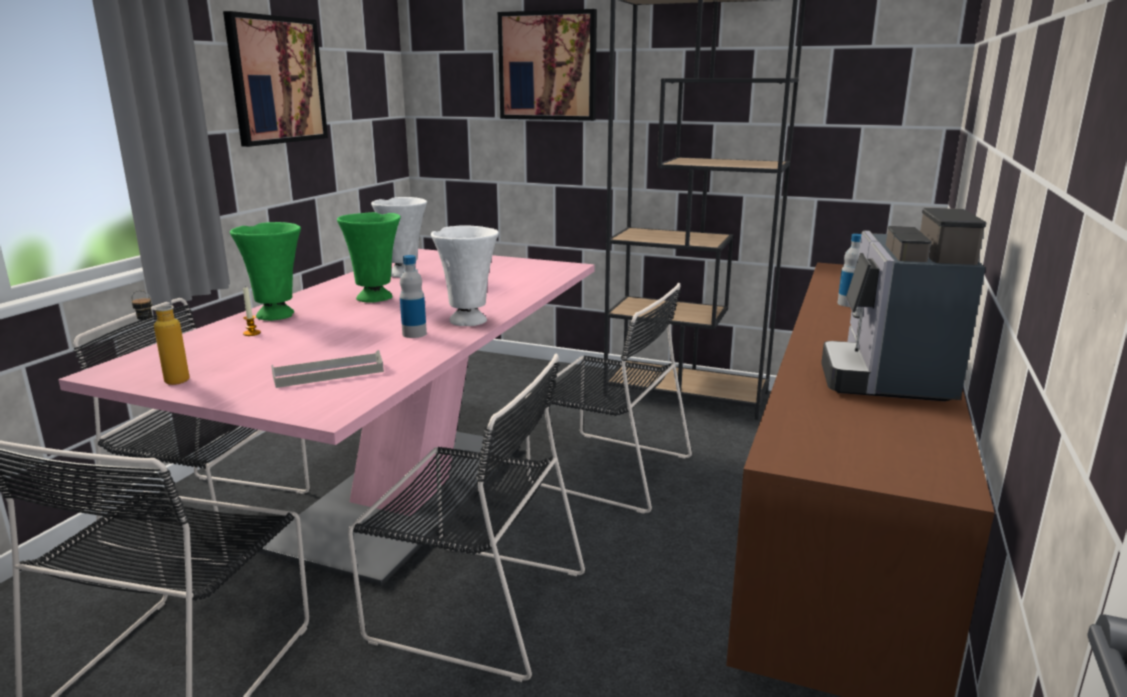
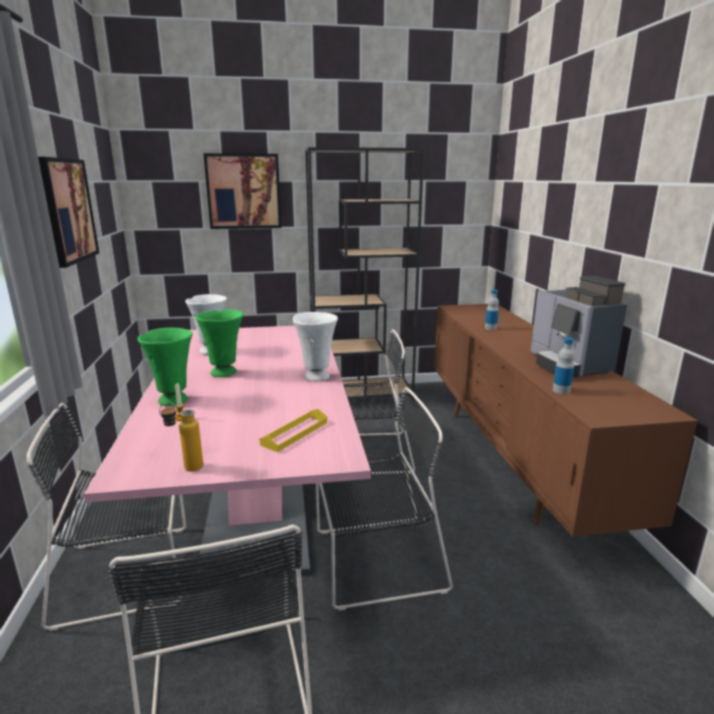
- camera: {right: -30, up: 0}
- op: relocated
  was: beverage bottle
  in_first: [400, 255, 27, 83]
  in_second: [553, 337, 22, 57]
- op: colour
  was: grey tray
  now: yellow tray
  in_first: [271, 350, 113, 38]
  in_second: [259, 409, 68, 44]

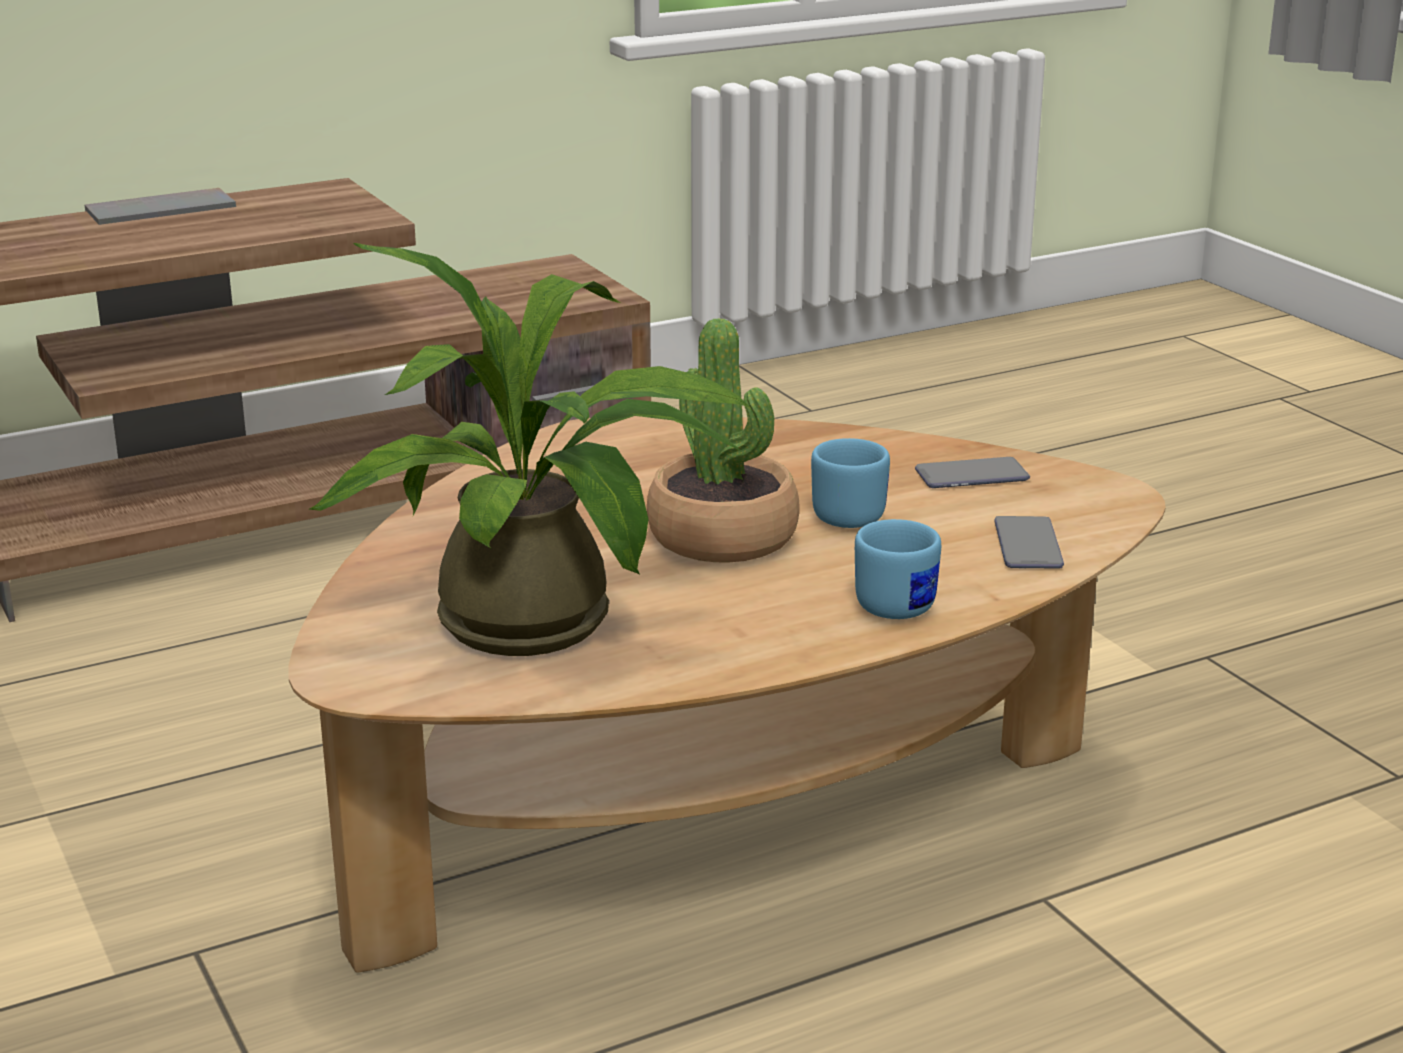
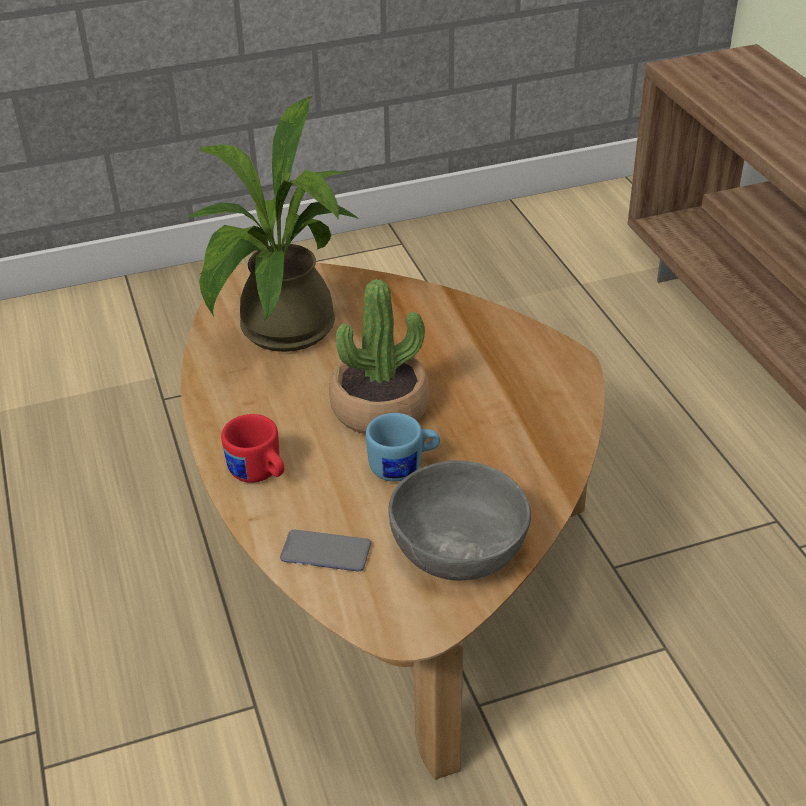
- camera: {right: 100, up: 15}
- op: exchanged
  was: telephone
  now: grey bowl
  in_first: [915, 457, 115, 31]
  in_second: [389, 460, 142, 121]
- op: colour
  was: blue mug
  now: red-coloured mug
  in_first: [855, 519, 86, 100]
  in_second: [221, 414, 63, 69]

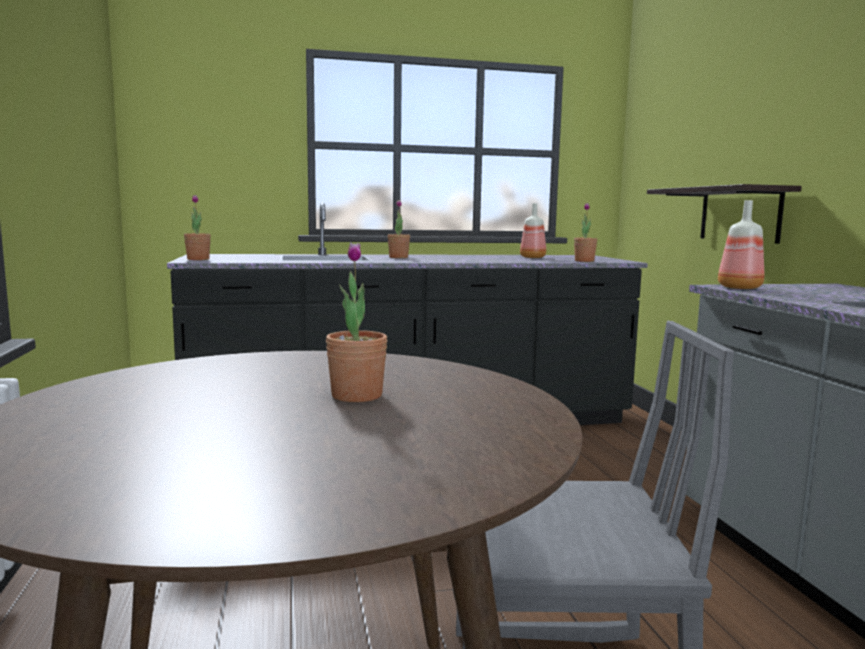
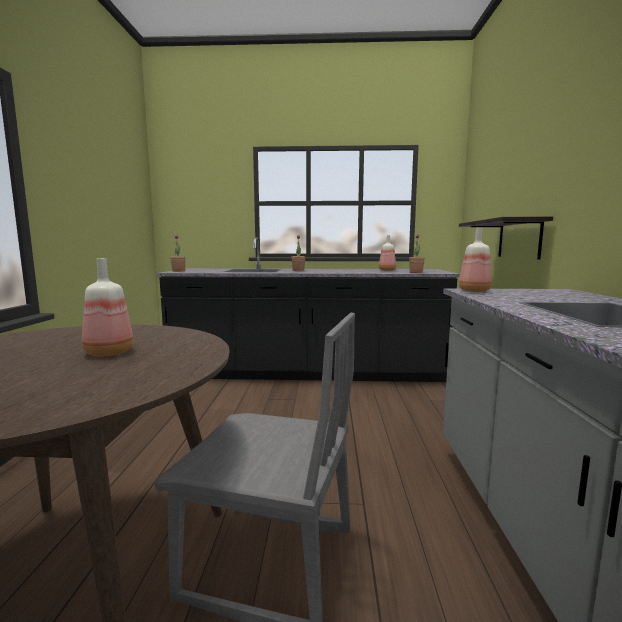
- camera: {right: 15, up: 0}
- op: exchanged
  was: houseplant
  now: beverage bottle
  in_first: [326, 242, 62, 160]
  in_second: [82, 258, 52, 98]

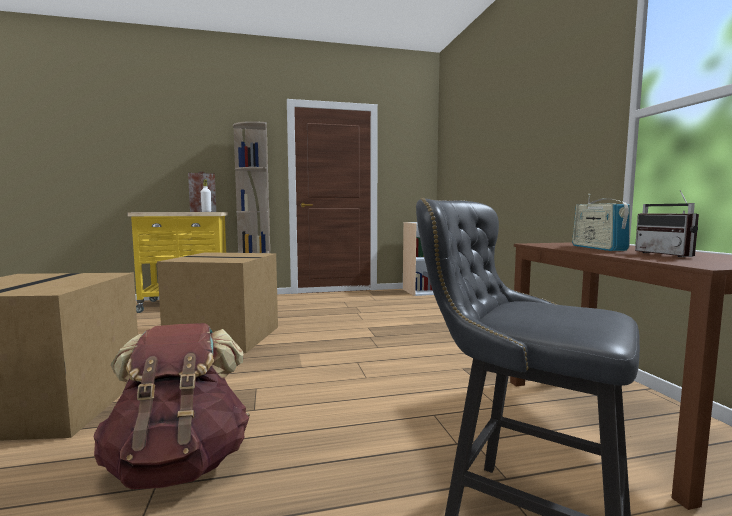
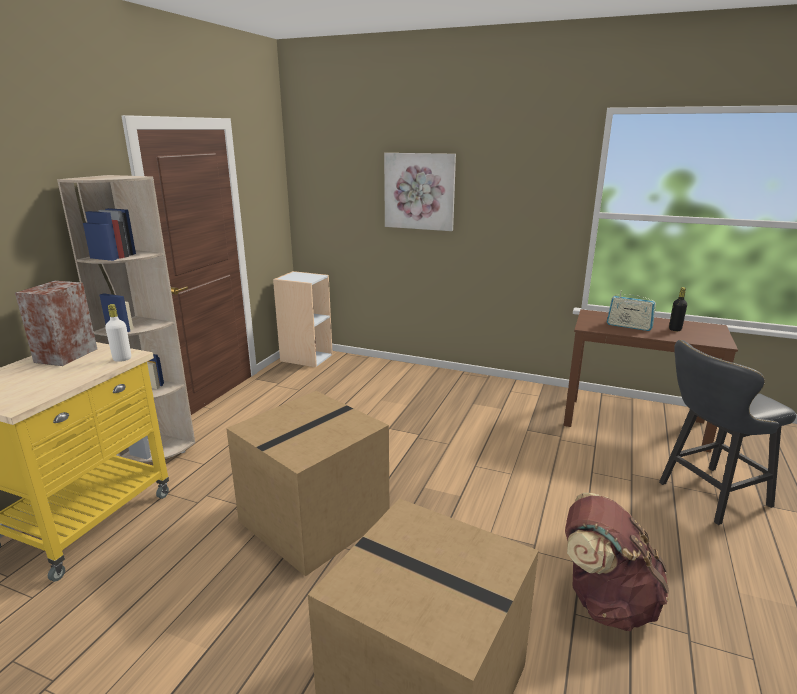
- camera: {right: -55, up: 15}
- op: exchanged
  was: radio set
  now: black beverage bottle
  in_first: [635, 190, 64, 67]
  in_second: [669, 287, 18, 44]
- op: appeared
  now: picture
  in_second: [384, 153, 72, 78]

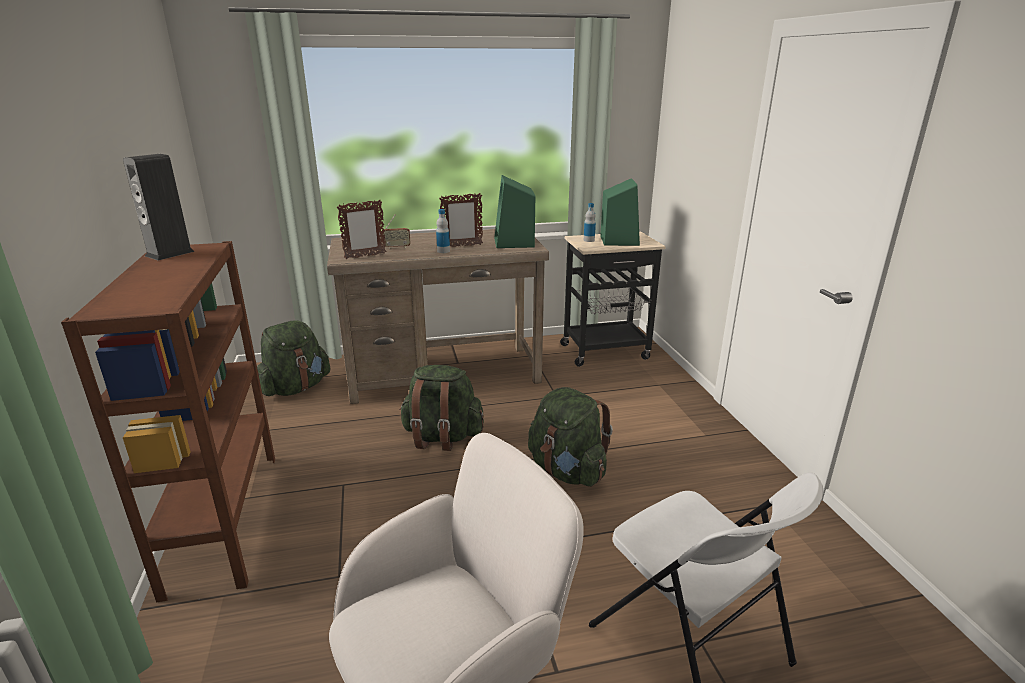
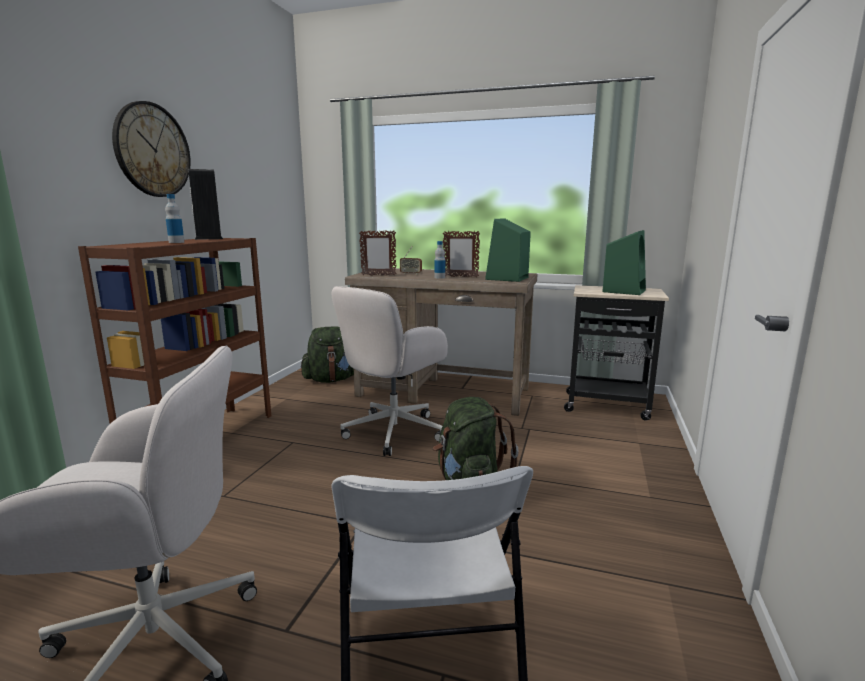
- camera: {right: 30, up: -10}
- op: relocated
  was: beverage bottle
  in_first: [584, 203, 12, 39]
  in_second: [165, 194, 19, 49]
- op: exchanged
  was: green backpack
  now: white computer chair
  in_first: [400, 365, 84, 86]
  in_second: [332, 286, 116, 170]
- op: appeared
  now: clock on the wall
  in_second: [112, 101, 79, 96]

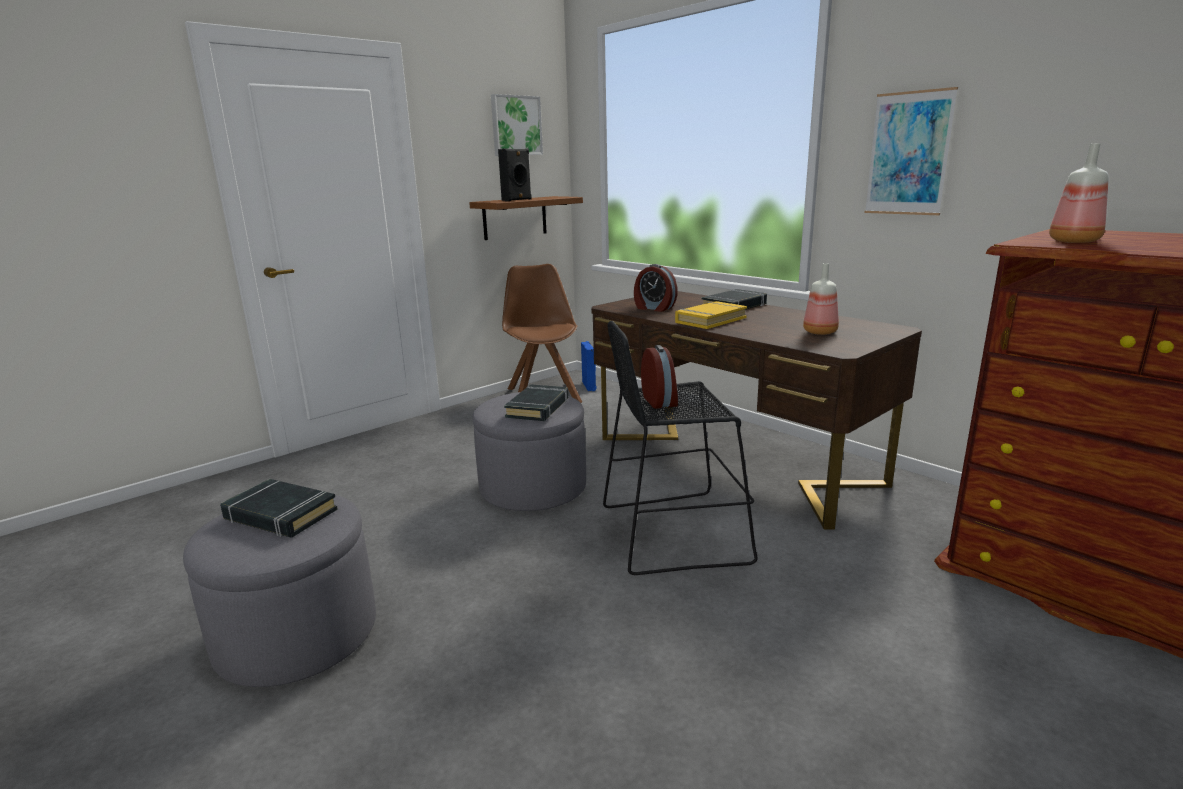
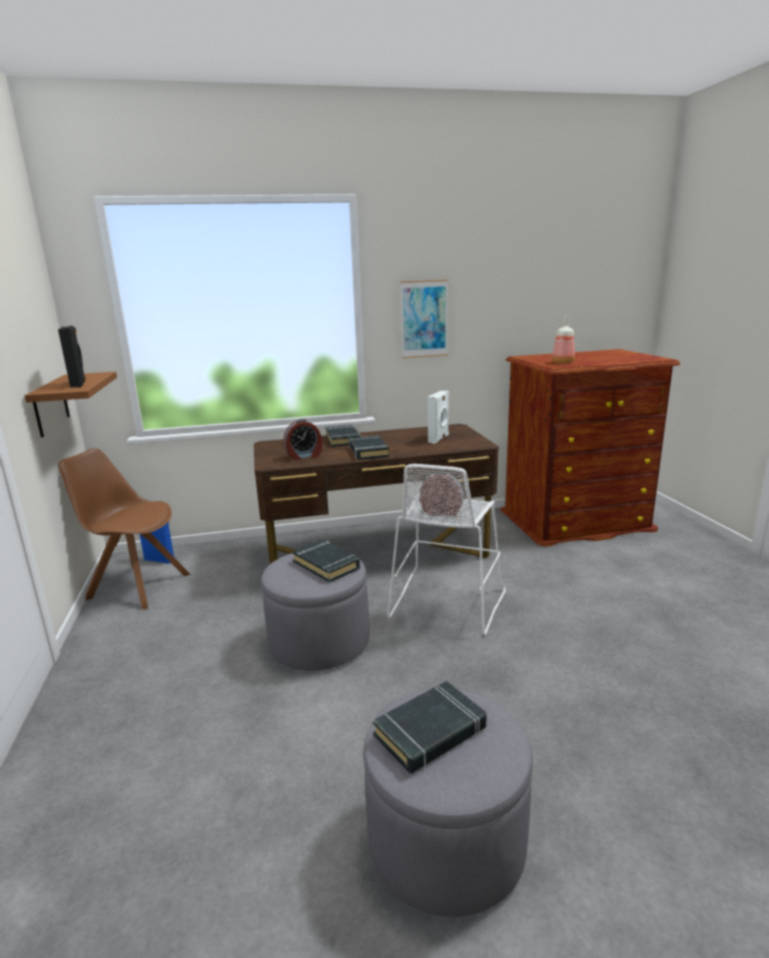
- camera: {right: -60, up: 0}
- op: missing
  was: picture
  in_first: [491, 94, 52, 62]
- op: exchanged
  was: beverage bottle
  now: white audio speaker
  in_first: [803, 263, 36, 72]
  in_second: [428, 390, 21, 54]
- op: colour
  was: yellow book
  now: black book
  in_first: [675, 301, 72, 28]
  in_second: [349, 435, 40, 25]
- op: colour
  was: black sitting stool
  now: white sitting stool
  in_first: [603, 321, 154, 254]
  in_second: [387, 464, 119, 171]

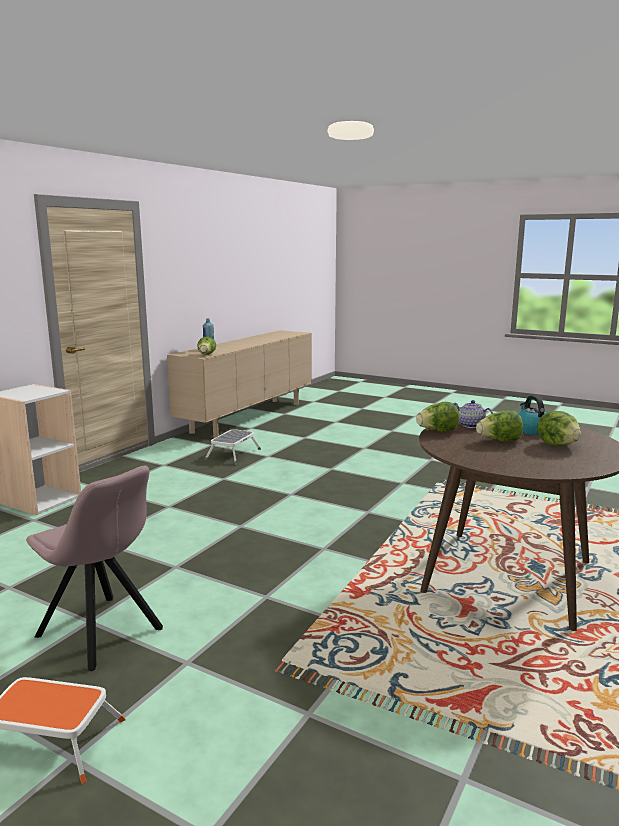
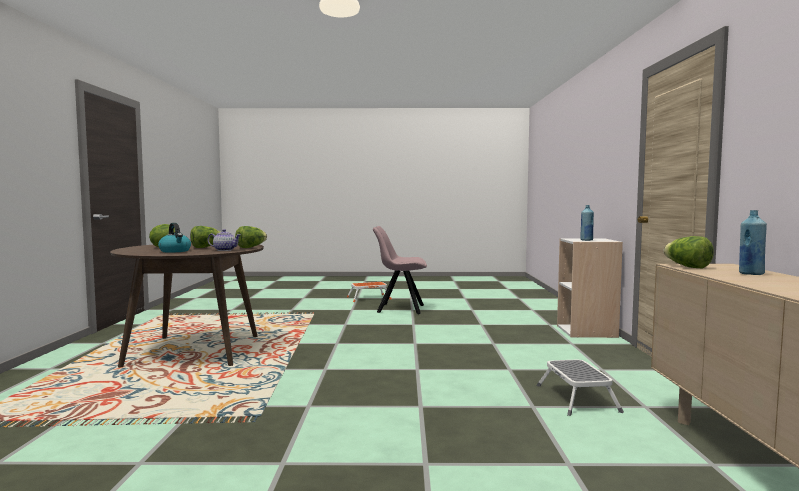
- camera: {right: 150, up: -10}
- op: appeared
  now: blue beverage bottle
  in_second: [580, 205, 14, 36]

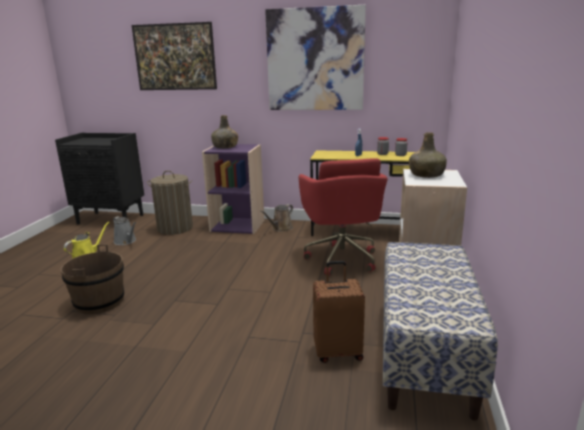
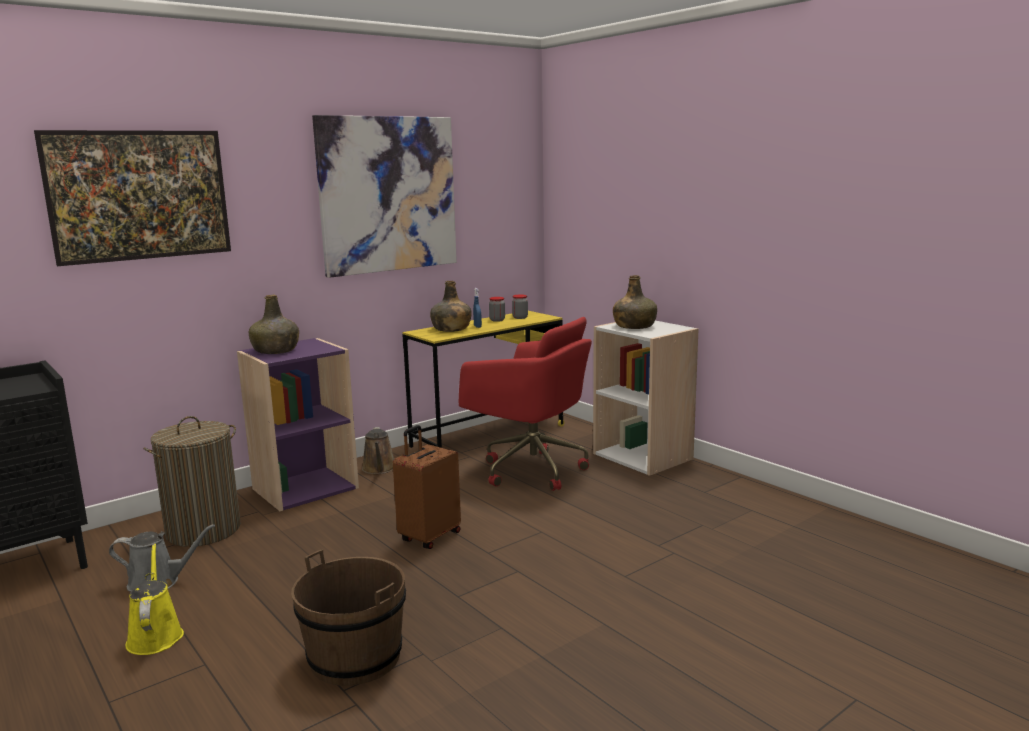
- camera: {right: -50, up: -5}
- op: missing
  was: bench
  in_first: [383, 242, 115, 179]
- op: relocated
  was: brownish travel case
  in_first: [313, 261, 52, 102]
  in_second: [393, 425, 68, 124]
- op: appeared
  now: green beverage bottle
  in_second: [430, 281, 42, 51]

